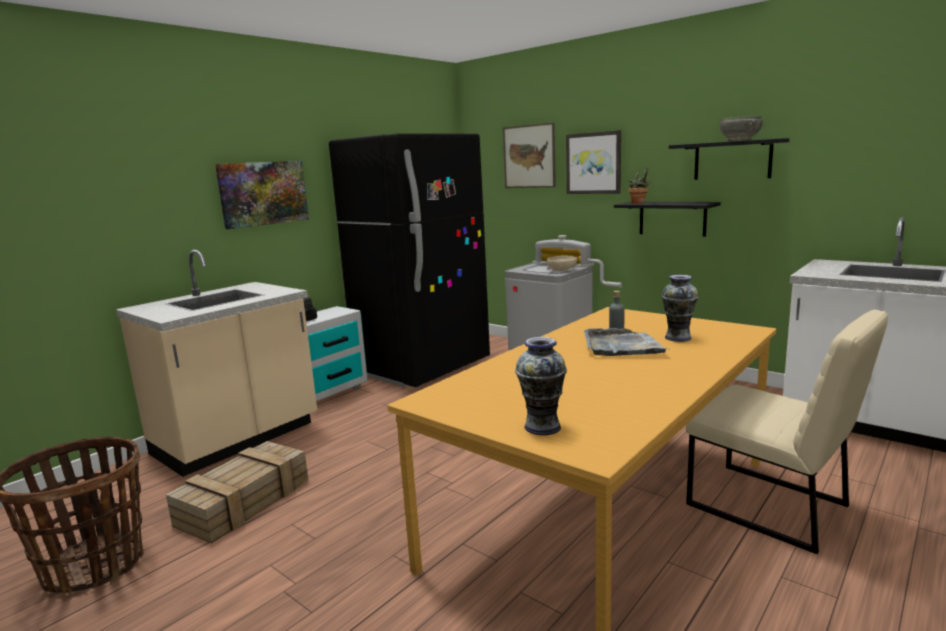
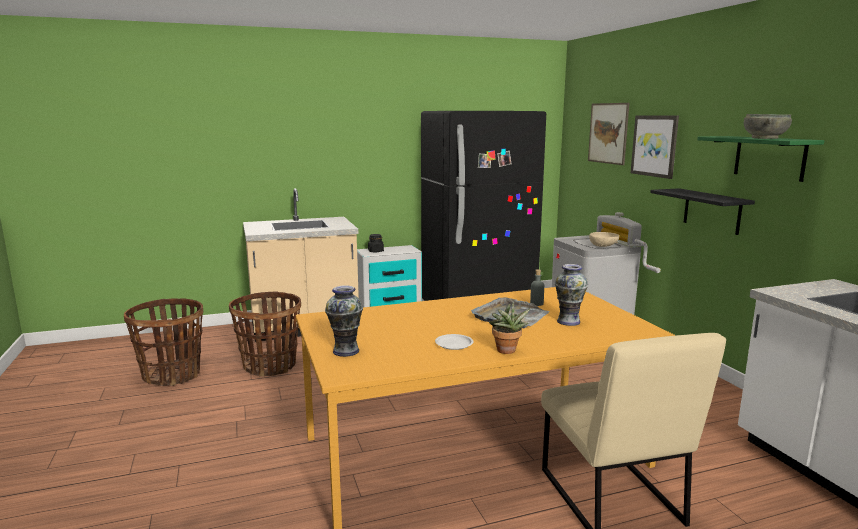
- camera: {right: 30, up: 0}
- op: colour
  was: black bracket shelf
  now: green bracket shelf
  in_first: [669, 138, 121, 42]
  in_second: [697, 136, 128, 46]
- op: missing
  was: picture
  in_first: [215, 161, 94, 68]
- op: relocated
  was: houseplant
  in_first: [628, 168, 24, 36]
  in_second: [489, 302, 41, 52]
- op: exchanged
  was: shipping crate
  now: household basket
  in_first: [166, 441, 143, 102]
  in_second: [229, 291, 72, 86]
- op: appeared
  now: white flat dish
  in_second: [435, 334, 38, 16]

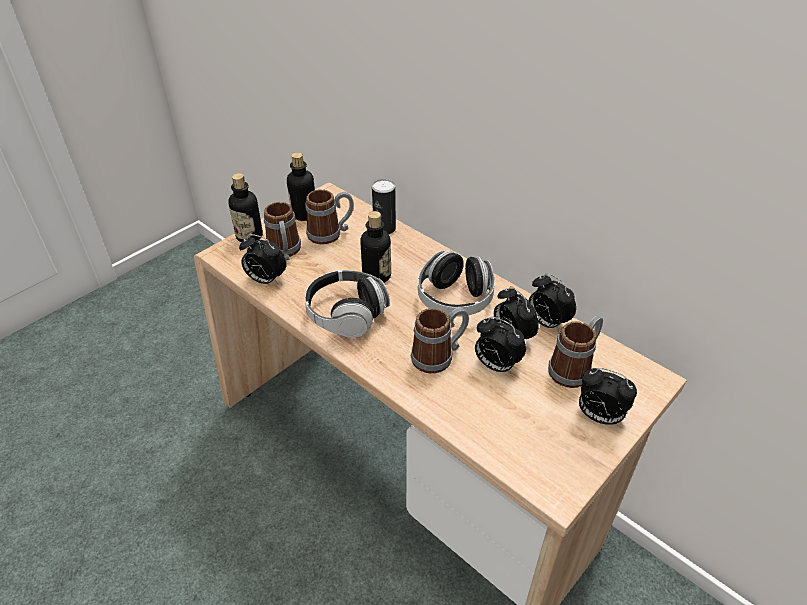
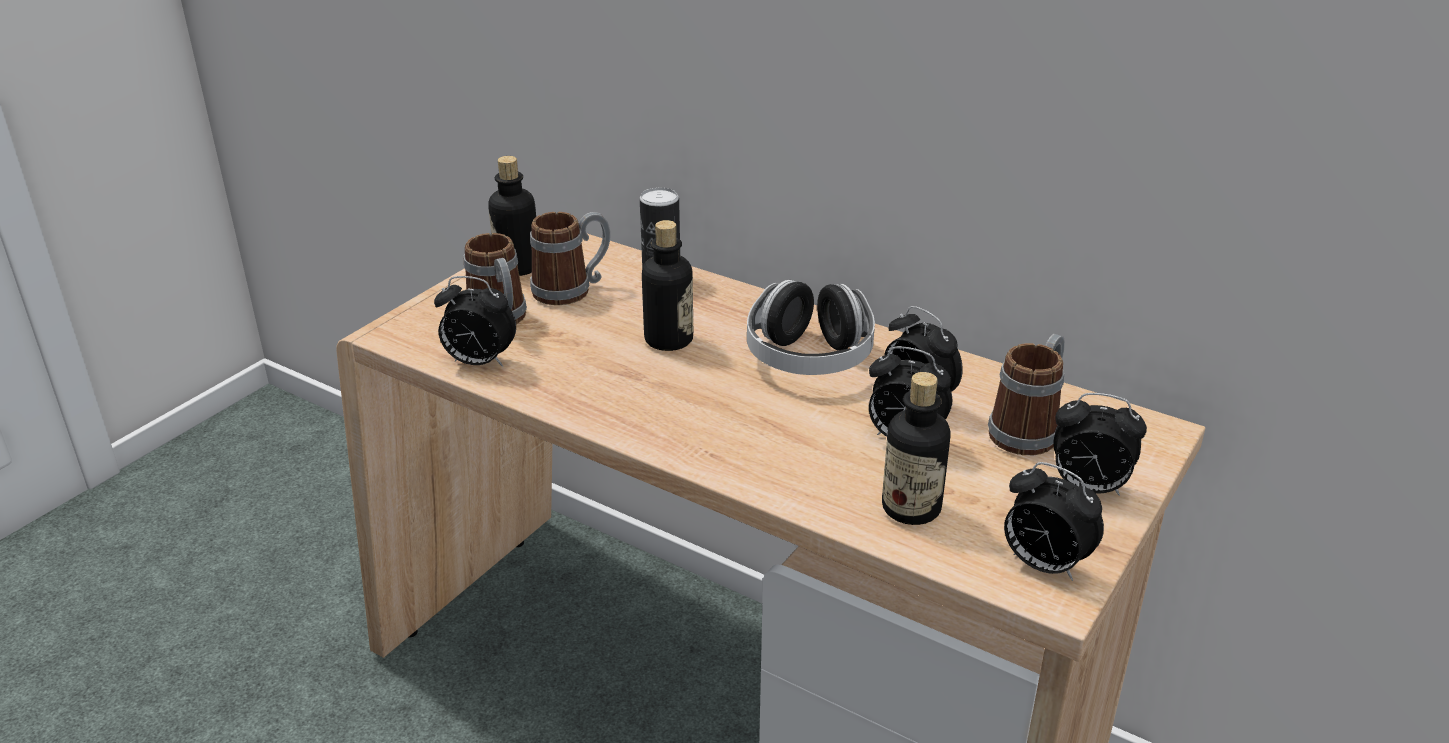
- camera: {right: -10, up: -10}
- op: relocated
  was: beverage bottle
  in_first: [228, 173, 35, 69]
  in_second: [882, 372, 69, 153]
- op: missing
  was: pair of headphones
  in_first: [305, 270, 85, 68]
- op: relocated
  was: table clock
  in_first: [529, 273, 47, 59]
  in_second: [1004, 462, 100, 119]
- op: missing
  was: mug
  in_first: [411, 308, 58, 66]

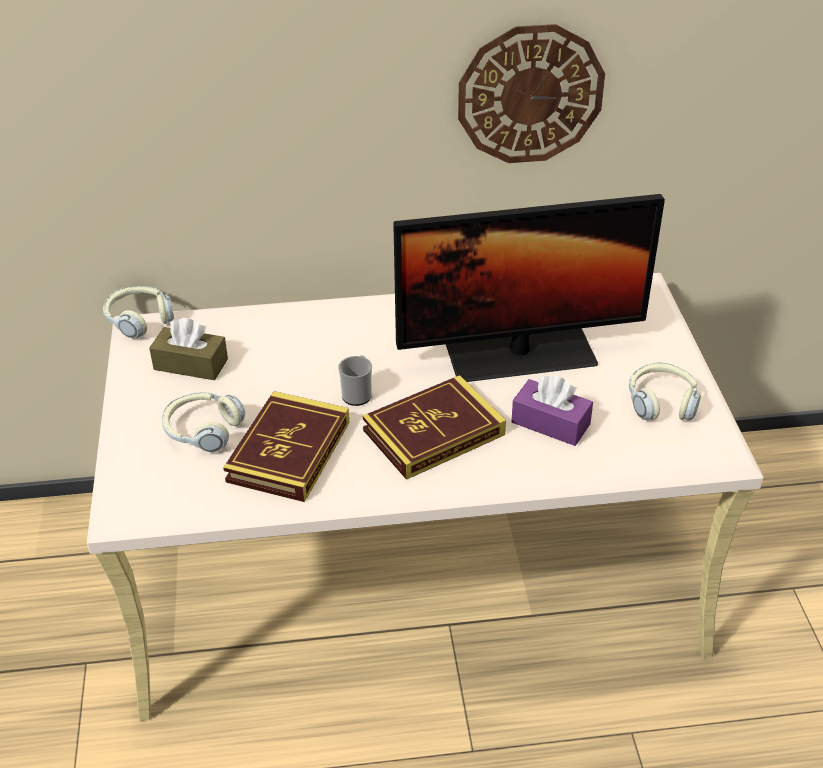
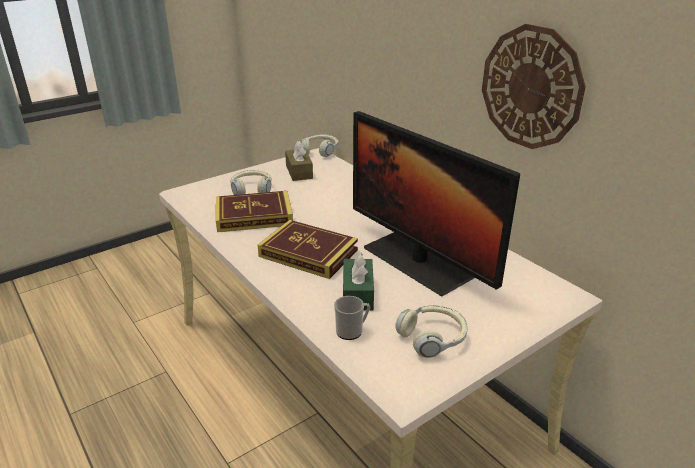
- camera: {right: 60, up: -10}
- op: relocated
  was: mug
  in_first: [338, 355, 34, 51]
  in_second: [334, 296, 36, 44]
- op: colour
  was: purple-coloured box of tissues
  now: green box of tissues
  in_first: [511, 375, 82, 71]
  in_second: [343, 252, 31, 59]

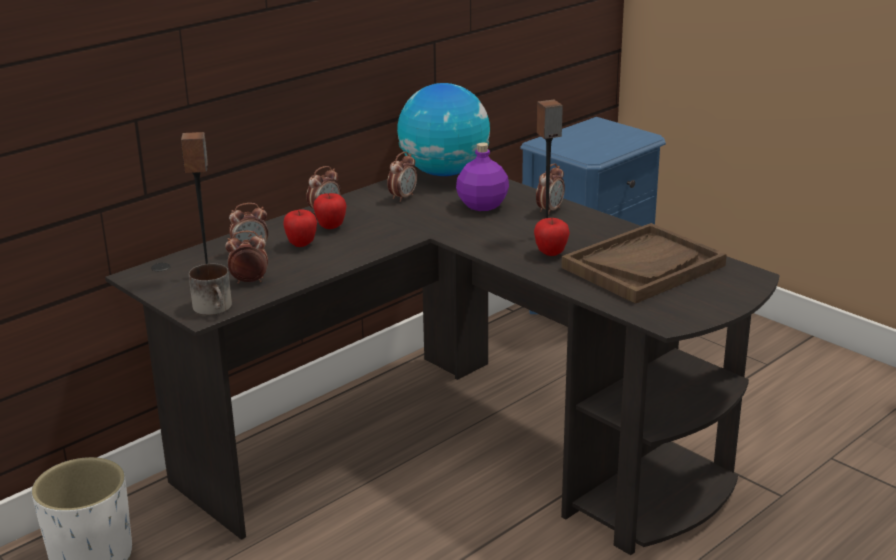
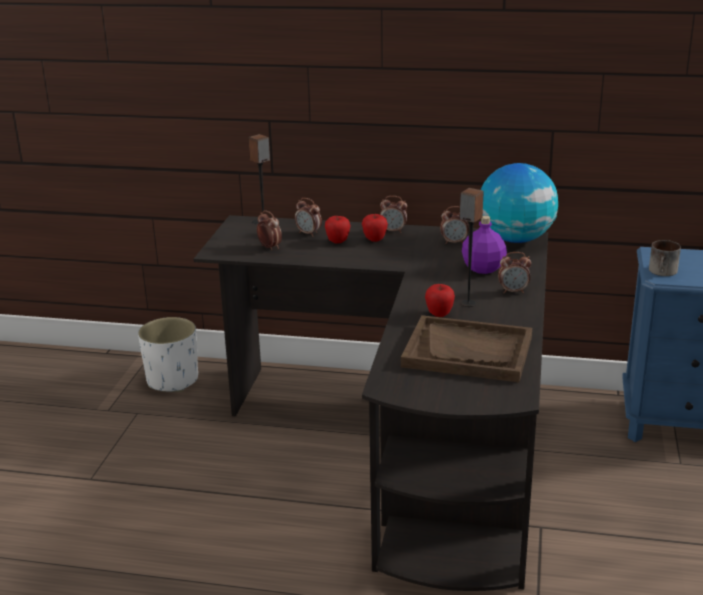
- camera: {right: 55, up: 0}
- op: relocated
  was: mug
  in_first: [189, 264, 43, 51]
  in_second: [649, 240, 32, 36]

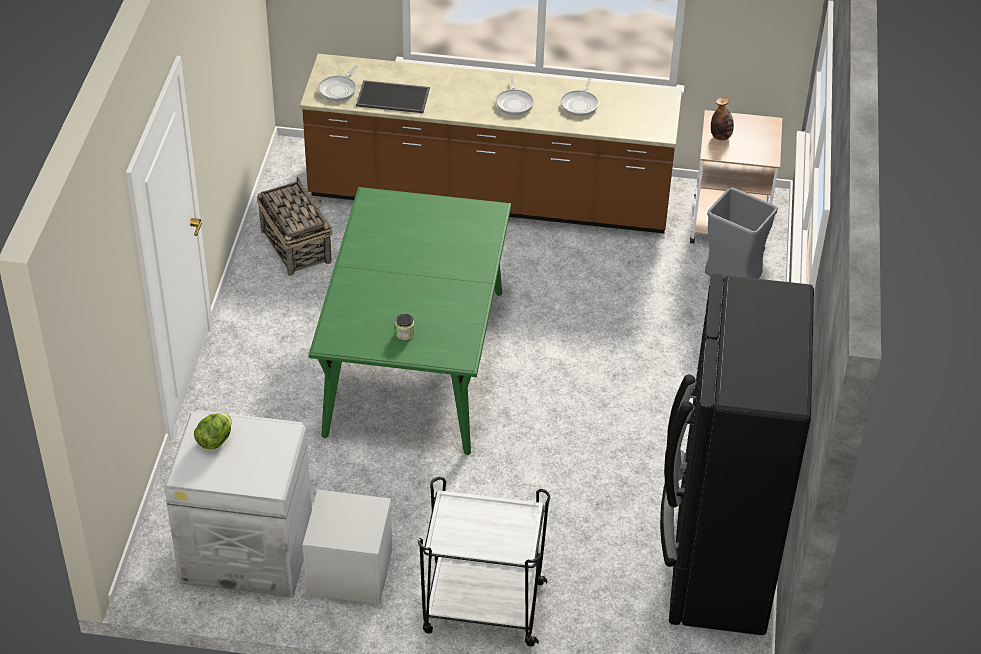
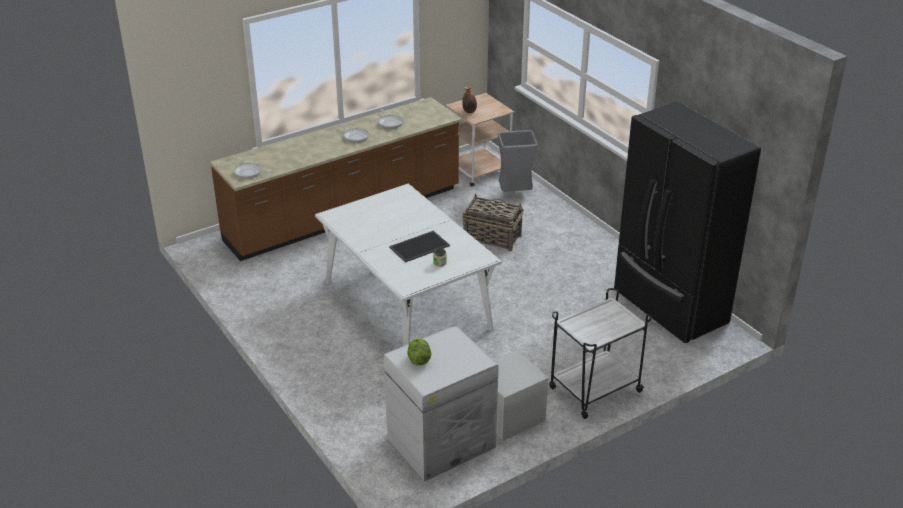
- camera: {right: -40, up: -10}
- op: relocated
  was: tray
  in_first: [356, 80, 74, 33]
  in_second: [389, 231, 61, 31]
- op: relocated
  was: household basket
  in_first: [257, 177, 76, 99]
  in_second: [462, 193, 62, 58]
- op: colour
  was: green dinner table
  now: white dinner table
  in_first: [308, 187, 203, 268]
  in_second: [315, 183, 187, 163]

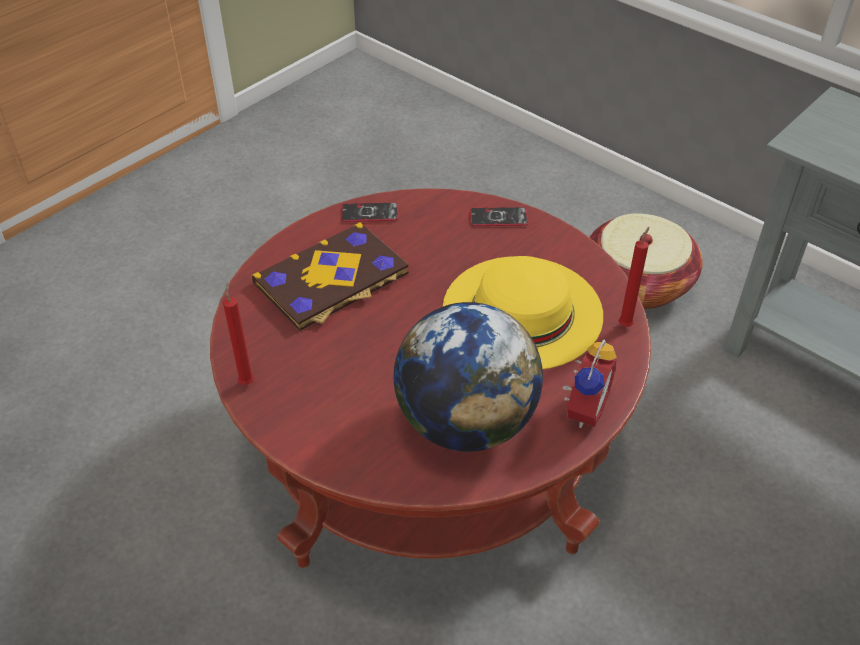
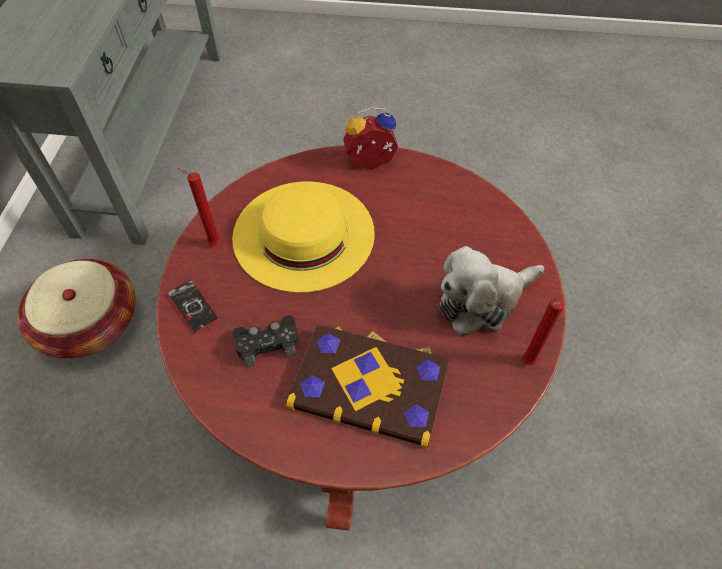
- camera: {right: -125, up: 10}
- op: missing
  was: telephone
  in_first: [341, 202, 58, 20]
- op: relocated
  was: red-coloured candle
  in_first: [619, 227, 30, 100]
  in_second: [177, 168, 44, 78]
- op: missing
  was: globe
  in_first: [394, 302, 149, 150]
- op: appeared
  now: plush toy
  in_second: [438, 246, 106, 90]
- op: appeared
  now: black game controller
  in_second: [233, 315, 66, 52]

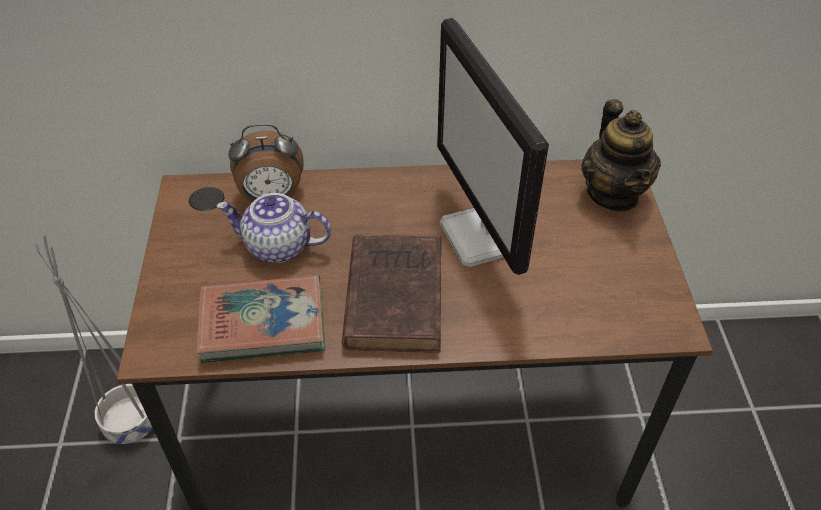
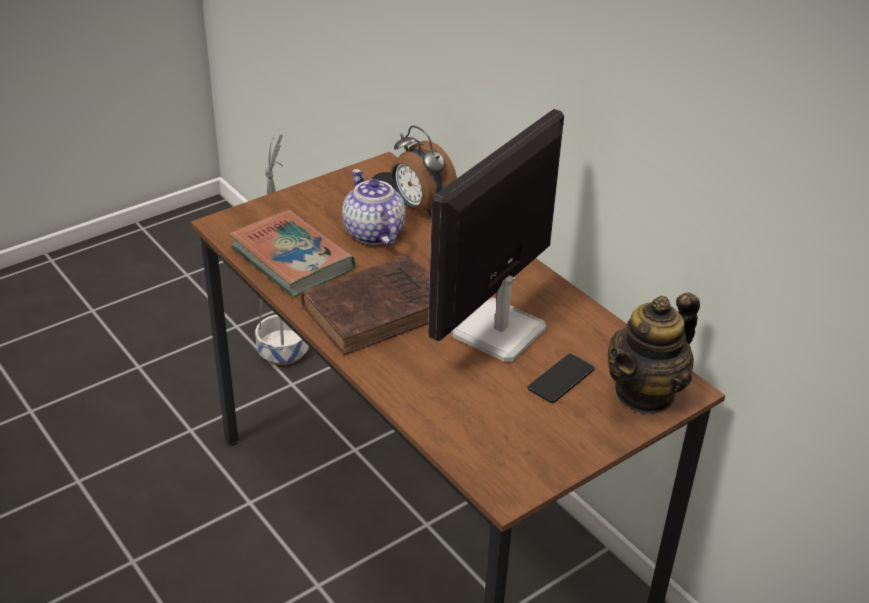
- camera: {right: 55, up: -10}
- op: appeared
  now: telephone
  in_second: [528, 354, 67, 49]

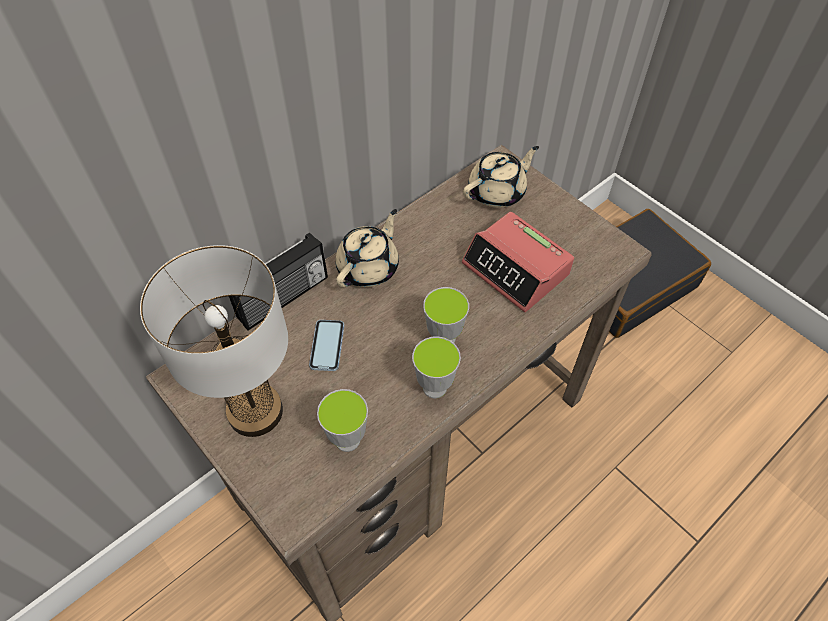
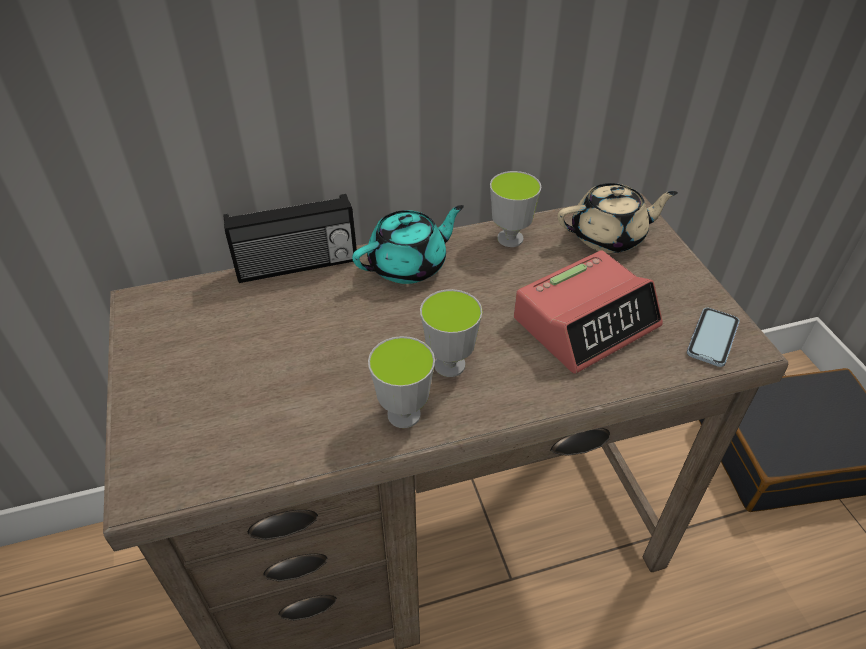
- camera: {right: 25, up: -10}
- op: colour
  was: beige-coloured pot for tea
  now: blue-green pot for tea
  in_first: [335, 209, 64, 78]
  in_second: [352, 205, 112, 79]
- op: spun
  was: table clock
  in_first: [462, 212, 112, 100]
  in_second: [514, 250, 149, 124]
  clockwise: -105
- op: missing
  was: lamp for a table
  in_first: [140, 245, 148, 192]
- op: relocated
  was: telephone
  in_first: [309, 320, 35, 51]
  in_second: [687, 308, 53, 59]
- op: relocated
  was: drinking cup
  in_first: [317, 389, 51, 63]
  in_second: [490, 171, 51, 76]

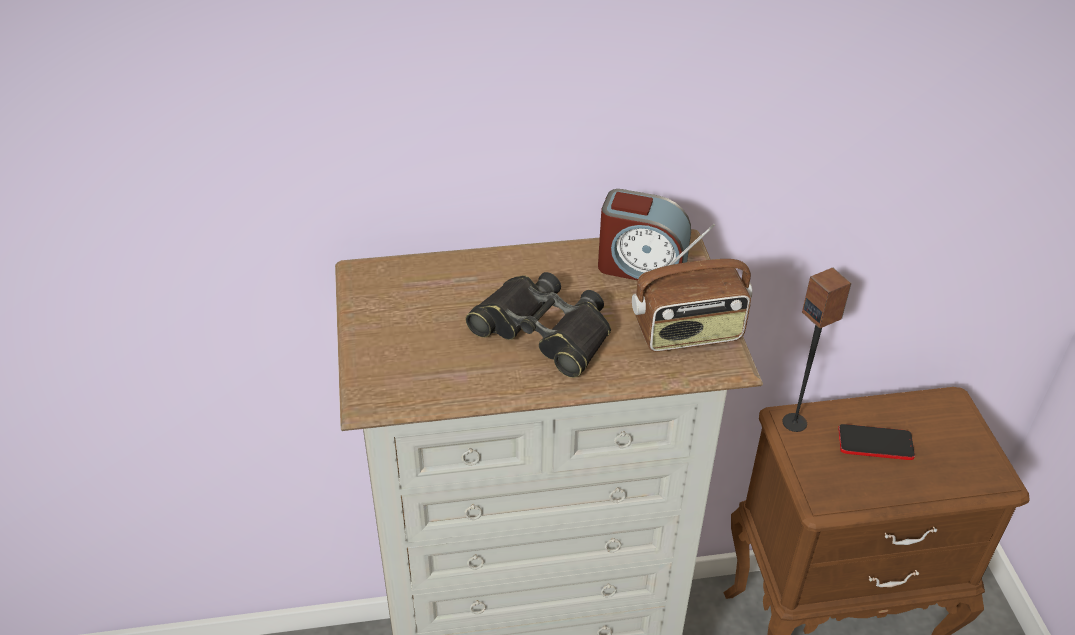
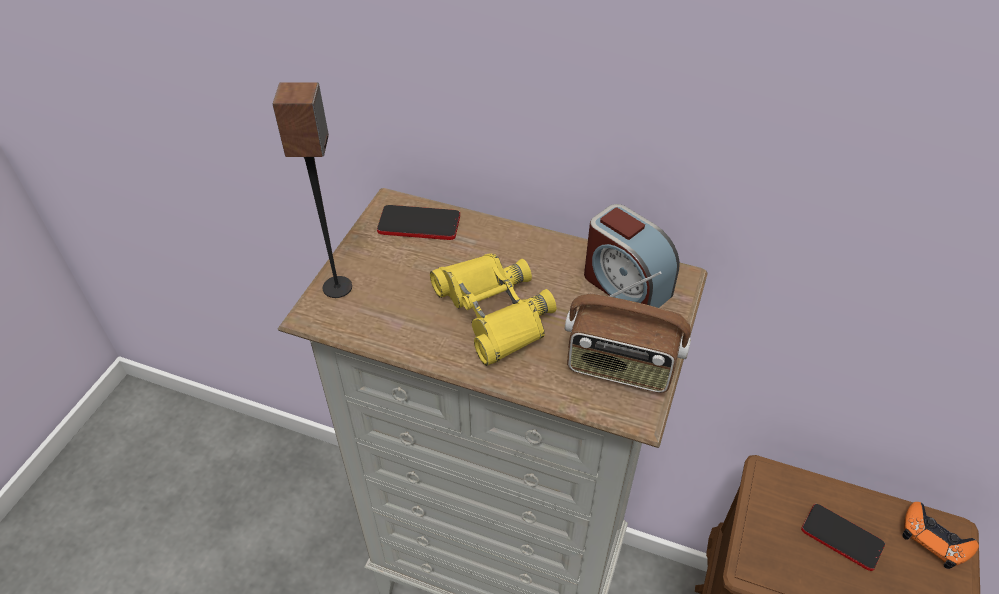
- camera: {right: 30, up: 5}
- op: relocated
  was: audio speaker
  in_first: [782, 268, 70, 164]
  in_second: [273, 82, 79, 216]
- op: colour
  was: black pair of binoculars
  now: yellow pair of binoculars
  in_first: [465, 272, 146, 106]
  in_second: [430, 254, 126, 112]
- op: appeared
  now: telephone
  in_second: [377, 205, 83, 35]
- op: appeared
  now: orangey game controller
  in_second: [903, 502, 76, 67]

